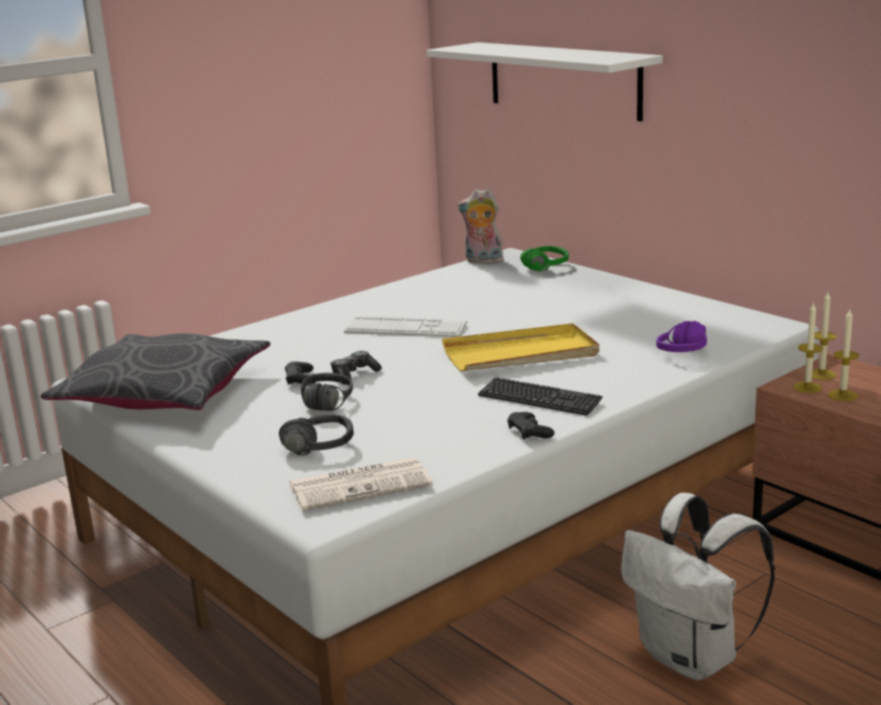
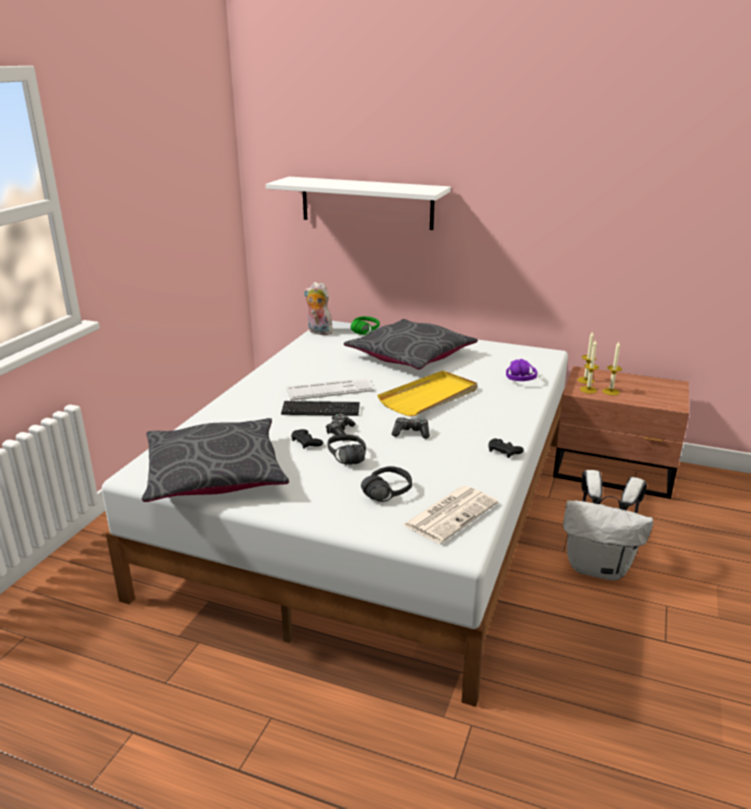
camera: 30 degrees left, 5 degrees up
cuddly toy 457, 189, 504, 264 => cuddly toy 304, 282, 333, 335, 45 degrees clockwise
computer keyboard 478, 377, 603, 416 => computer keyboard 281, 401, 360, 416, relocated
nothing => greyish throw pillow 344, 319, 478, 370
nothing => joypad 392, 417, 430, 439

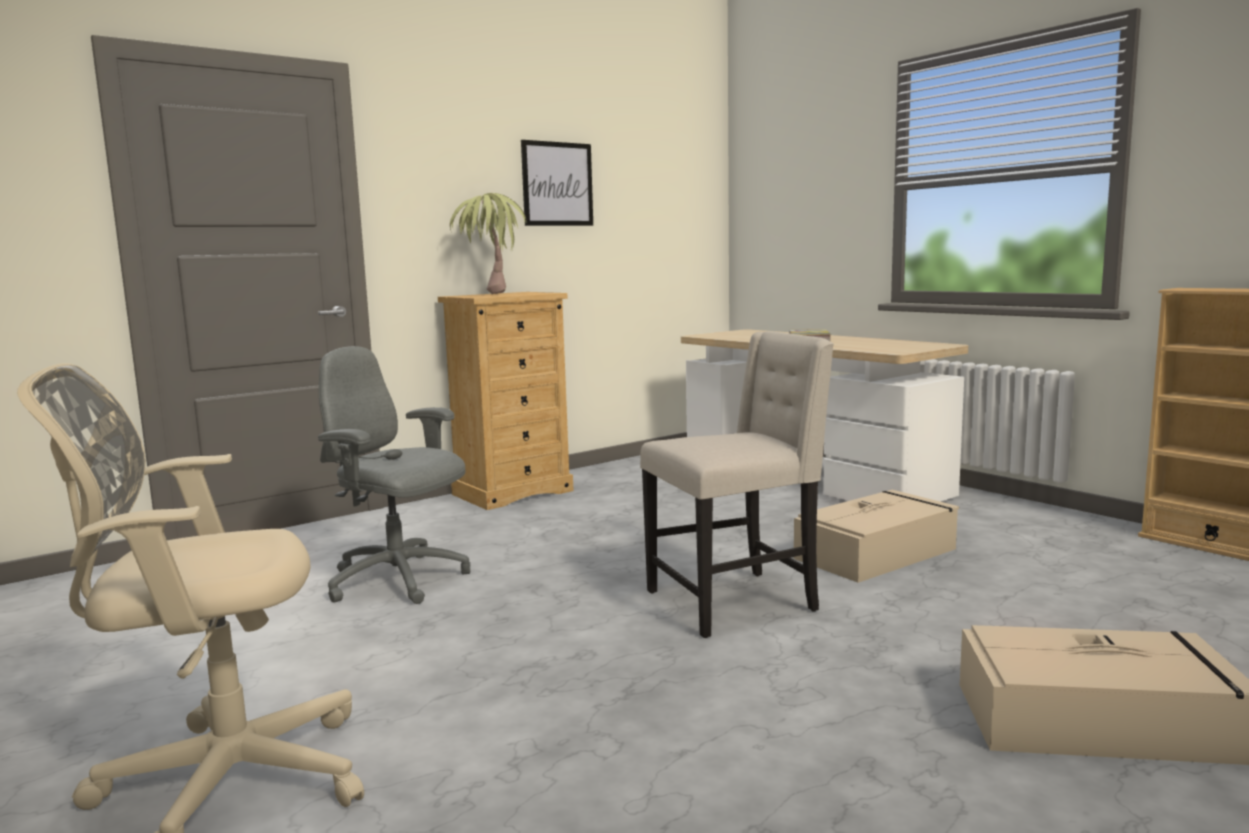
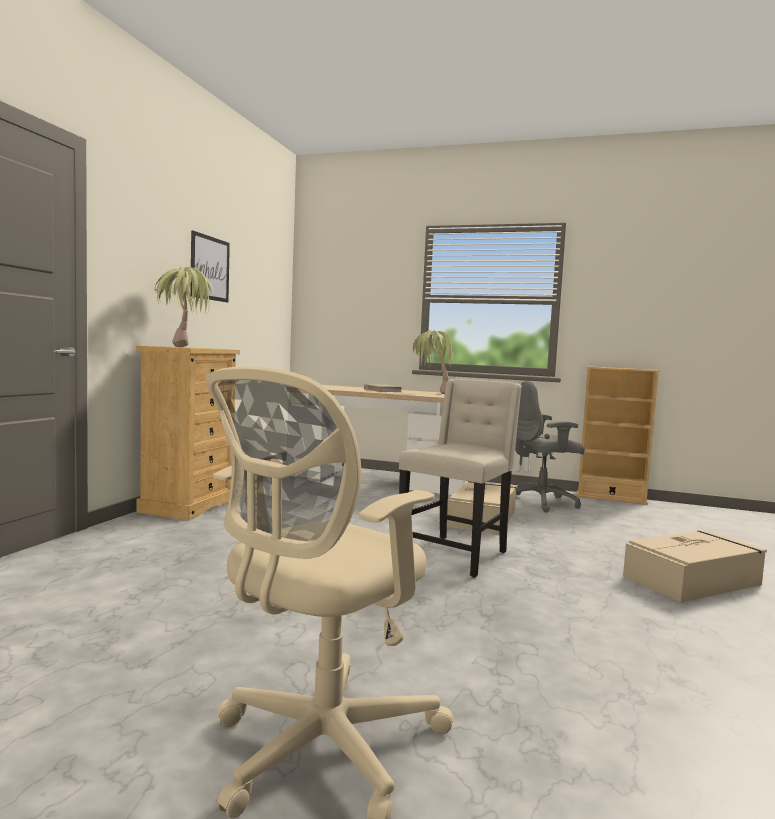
camera: 35 degrees left, 5 degrees down
greyish computer chair 318, 346, 470, 604 => greyish computer chair 515, 381, 584, 513, relocated
nothing => potted plant 413, 330, 453, 394

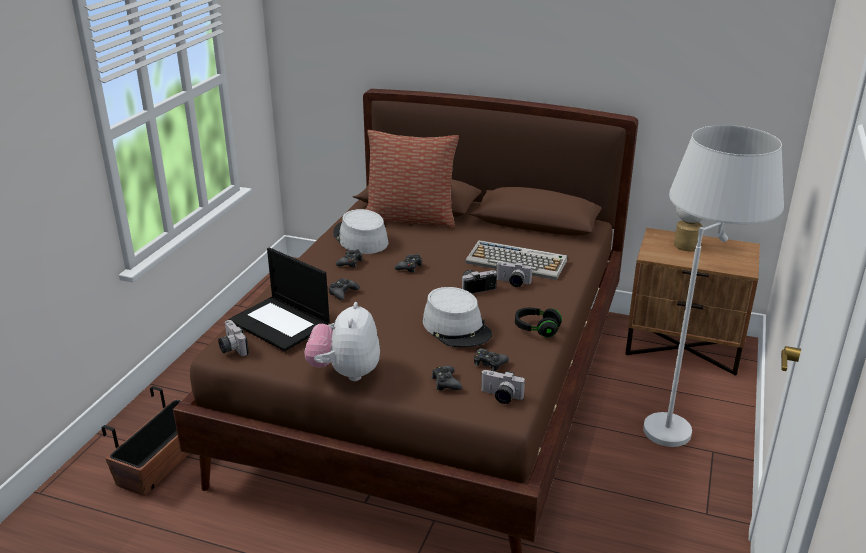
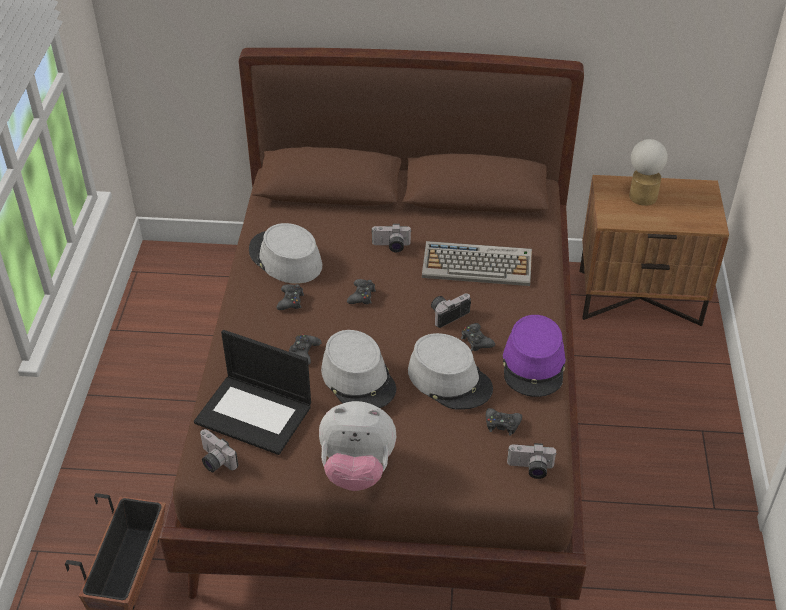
camera: 15 degrees left, 15 degrees up
cuddly toy 304, 302, 380, 381 => cuddly toy 319, 401, 396, 491, 75 degrees counterclockwise
throw pillow 366, 130, 459, 228 => nothing
black-coloured joypad 431, 366, 462, 391 => black-coloured joypad 461, 323, 495, 351, relocated
still camera 496, 262, 533, 287 => still camera 372, 224, 411, 252, relocated
black-coloured headset 515, 308, 562, 337 => purple clothing hat 503, 315, 566, 397
whitish standard lamp 643, 125, 784, 447 => nothing
nothing => greyish clothing hat 321, 330, 397, 408

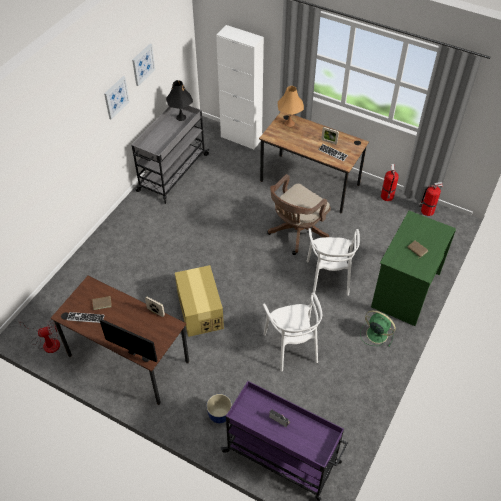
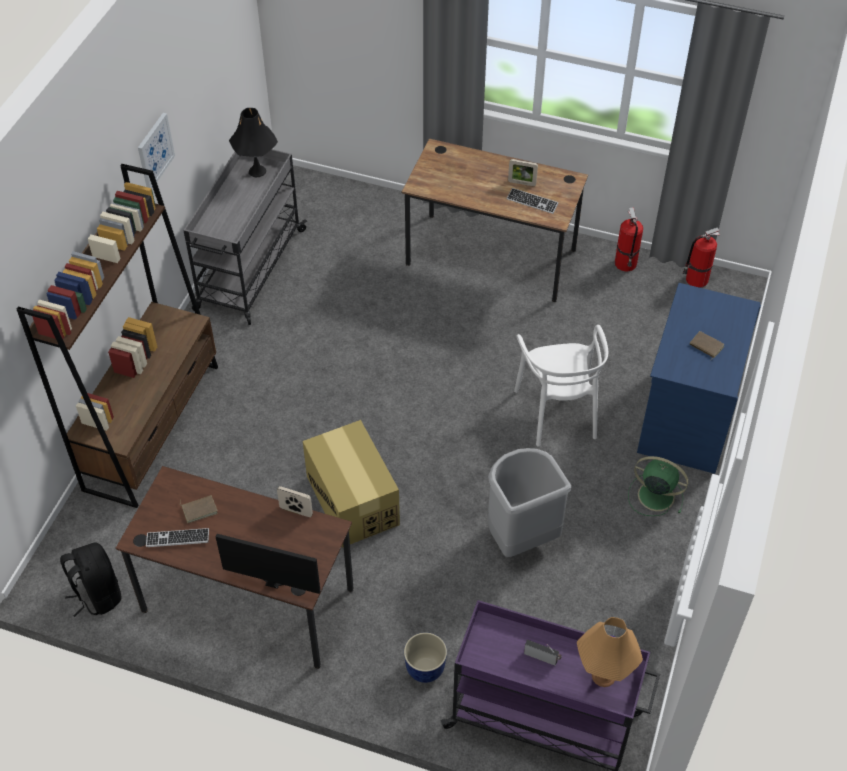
camera: 10 degrees left, 0 degrees up
cooling fan 18, 320, 60, 353 => black-coloured rucksack 60, 542, 121, 617
wall picture 132, 44, 155, 86 => nothing
whitish cupboard 216, 25, 264, 150 => nothing
whitish plain chair 263, 292, 322, 372 => greyish waste bin 488, 448, 571, 557
brown computer chair 267, 174, 331, 255 => nothing
orangey tabletop lamp 278, 86, 304, 127 => orangey tabletop lamp 577, 617, 643, 687, relocated
green-coloured desk unit 371, 211, 456, 326 => blue desk unit 637, 283, 761, 474
nothing => brown shelving unit 17, 164, 218, 508

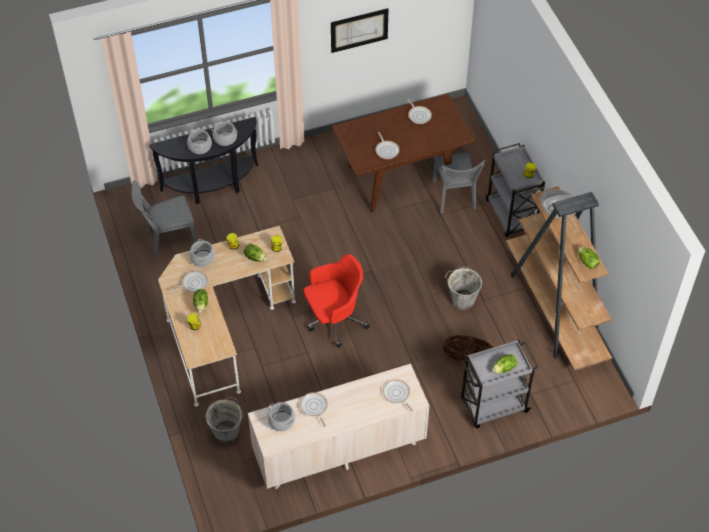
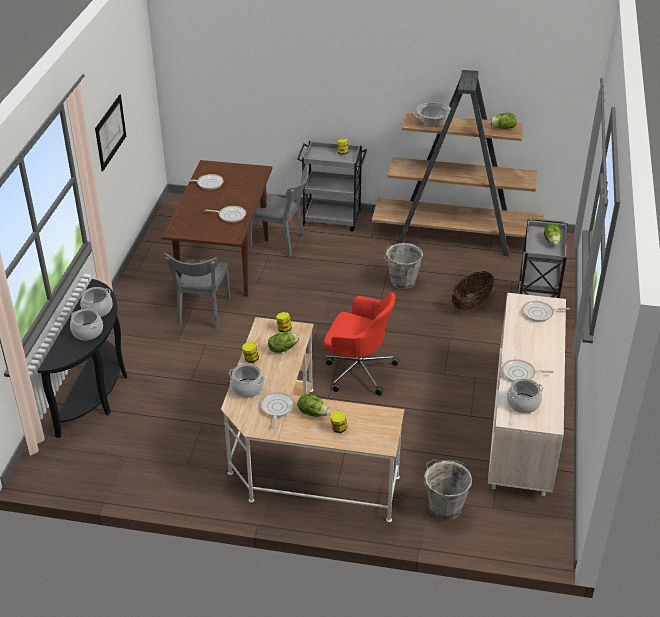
camera: 60 degrees left, 15 degrees down
greyish plain chair 131, 180, 197, 258 => greyish plain chair 164, 253, 230, 330, relocated
red-coloured computer chair 304, 254, 370, 348 => red-coloured computer chair 324, 292, 399, 395, 105 degrees clockwise

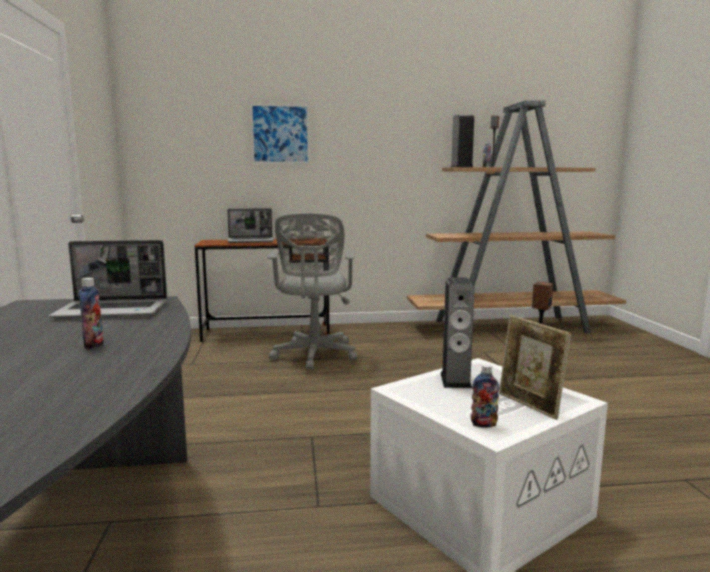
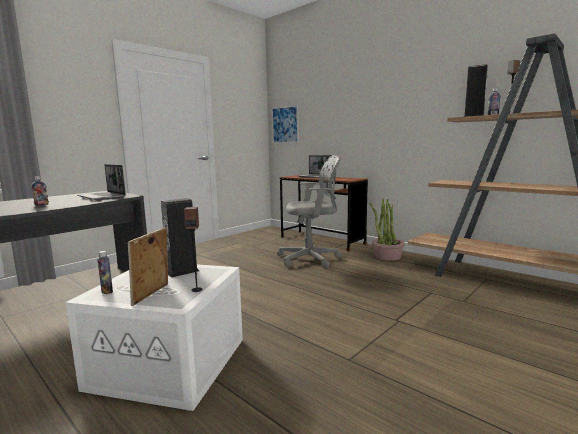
camera: 50 degrees right, 0 degrees up
wall picture 250, 104, 310, 164 => wall picture 272, 105, 299, 143, relocated
greyish computer chair 267, 213, 357, 370 => greyish computer chair 277, 155, 342, 268, 150 degrees counterclockwise
nothing => potted plant 369, 198, 405, 261

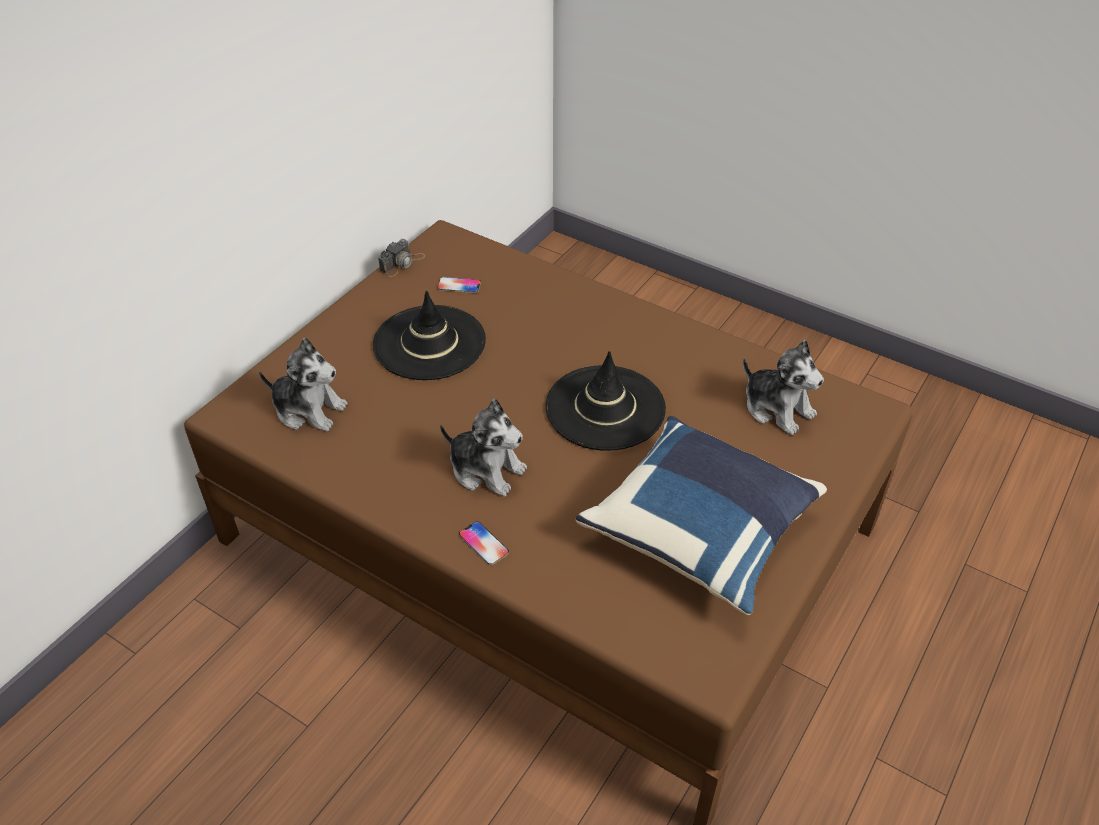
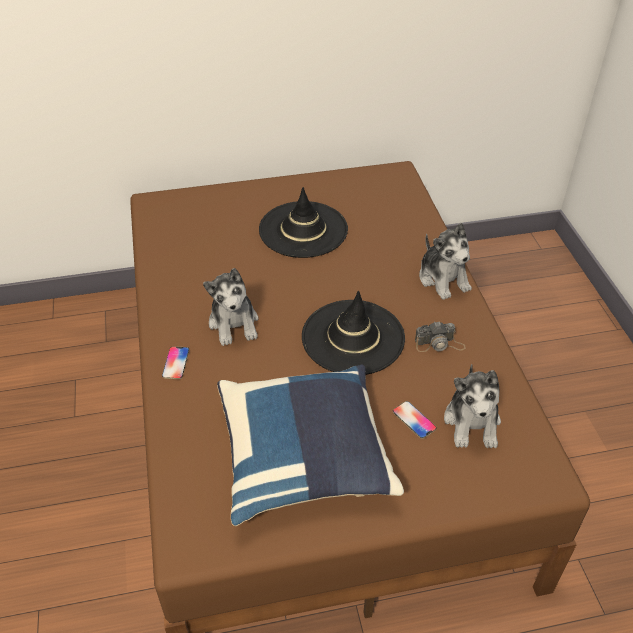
camera: 45 degrees right, 0 degrees up
cuddly toy 259, 337, 348, 432 => cuddly toy 419, 223, 472, 300, relocated
still camera 378, 239, 425, 277 => still camera 415, 322, 466, 352, relocated
phone 437, 277, 481, 293 => phone 393, 401, 437, 439, relocated

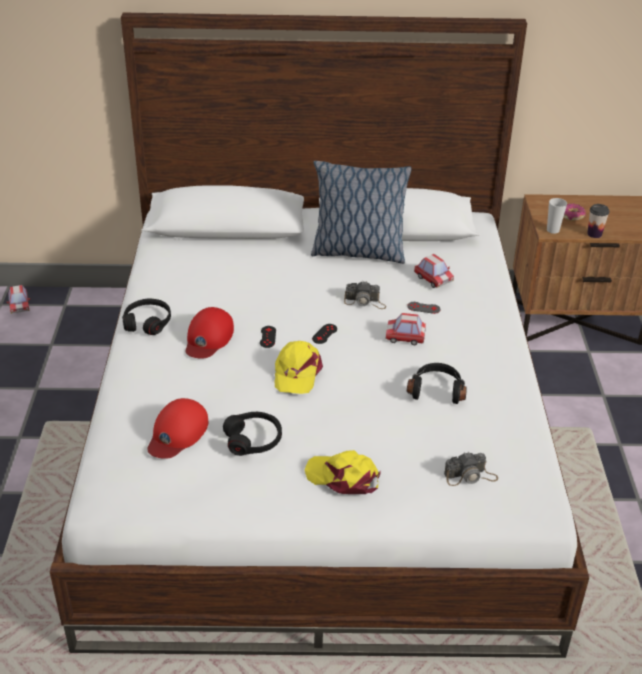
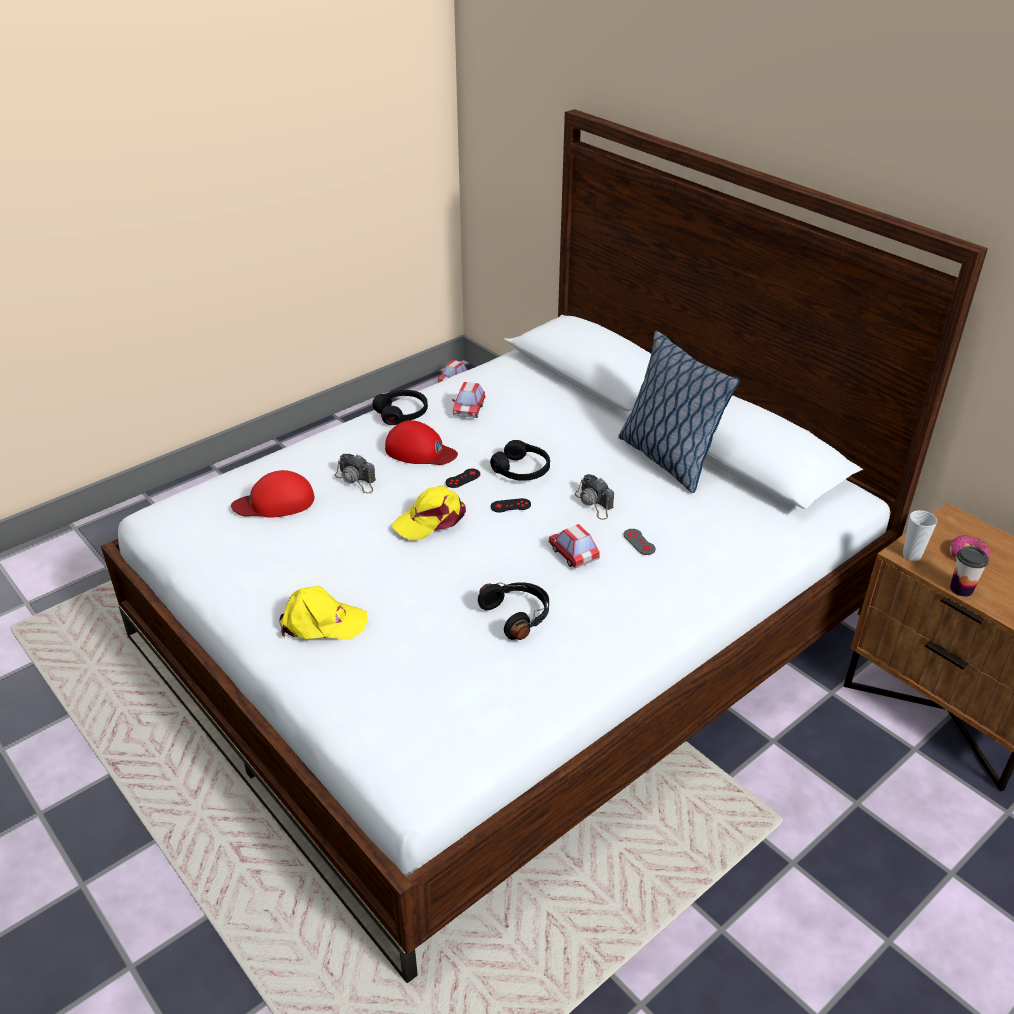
camera: 50 degrees right, 0 degrees up
red-coloured baseball cap 186, 307, 234, 358 => red-coloured baseball cap 385, 420, 458, 465, 135 degrees counterclockwise
black-coloured headset 223, 412, 282, 456 => black-coloured headset 490, 440, 550, 481, relocated
yellow-coloured baseball cap 304, 450, 381, 494 => yellow-coloured baseball cap 279, 586, 368, 640, 105 degrees clockwise
model car 414, 254, 454, 288 => model car 452, 382, 485, 418, relocated
still camera 444, 453, 498, 486 => still camera 334, 454, 376, 493, relocated

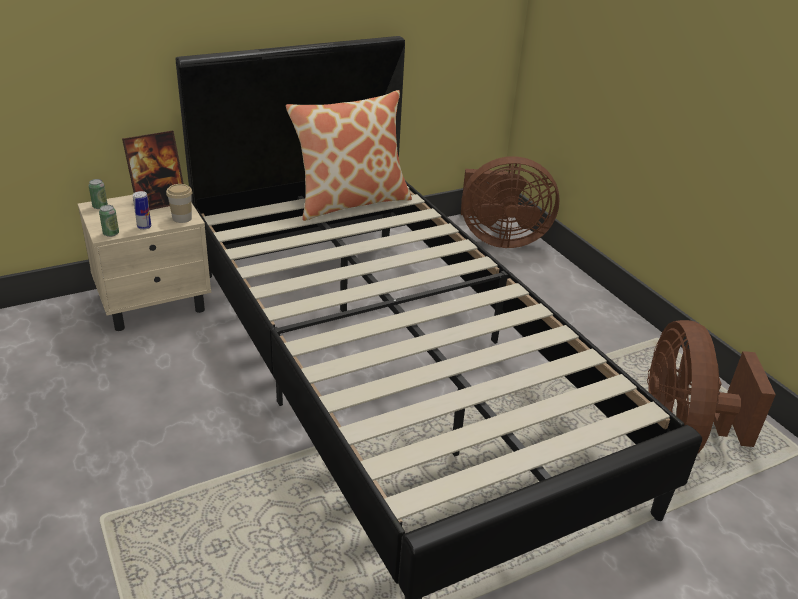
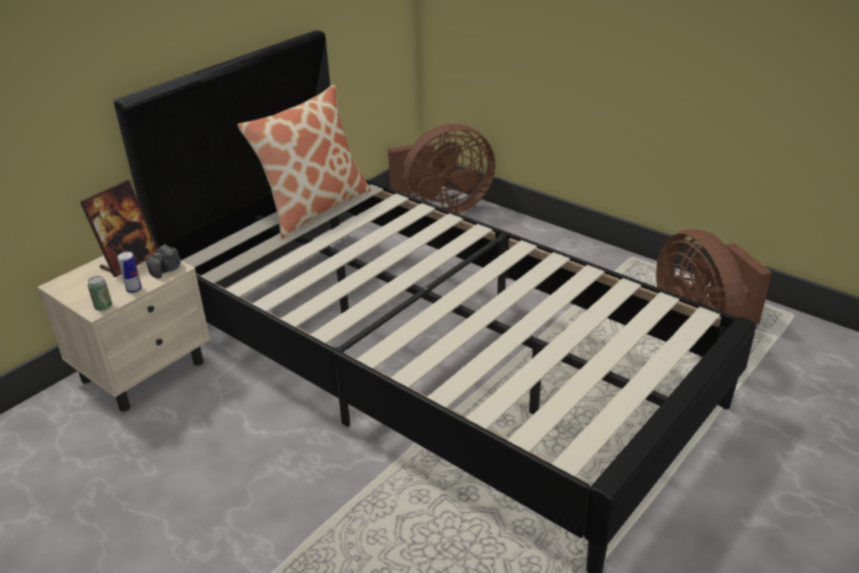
camera: 20 degrees left, 0 degrees up
sealed can 89, 179, 108, 209 => nothing
small cup 166, 184, 193, 223 => still camera 146, 244, 181, 278

